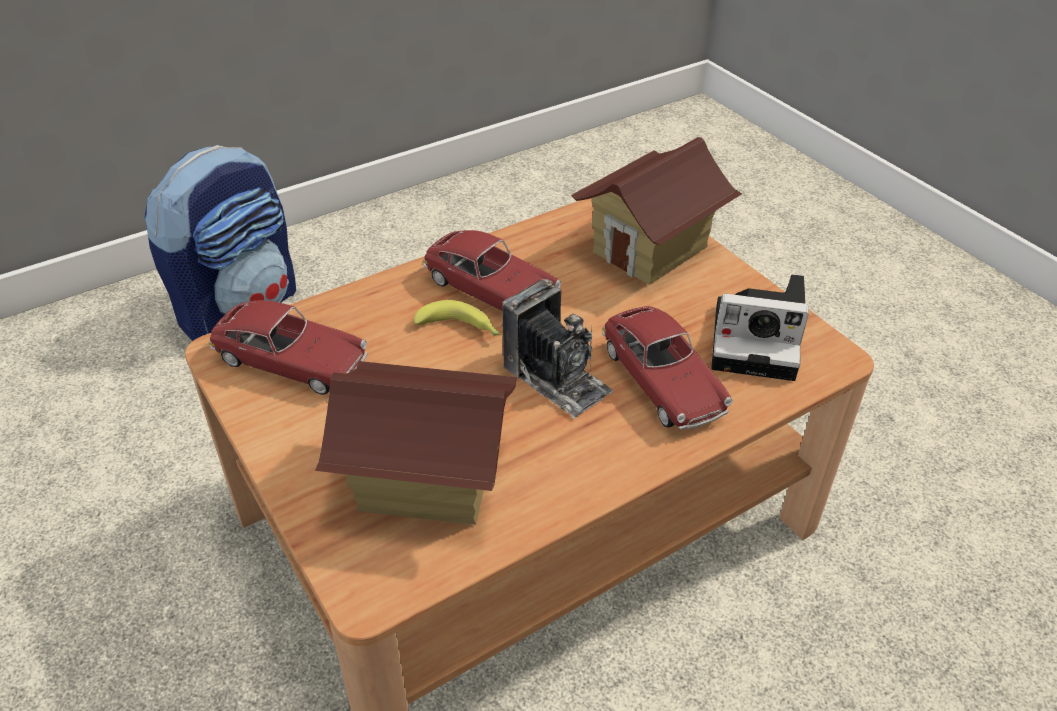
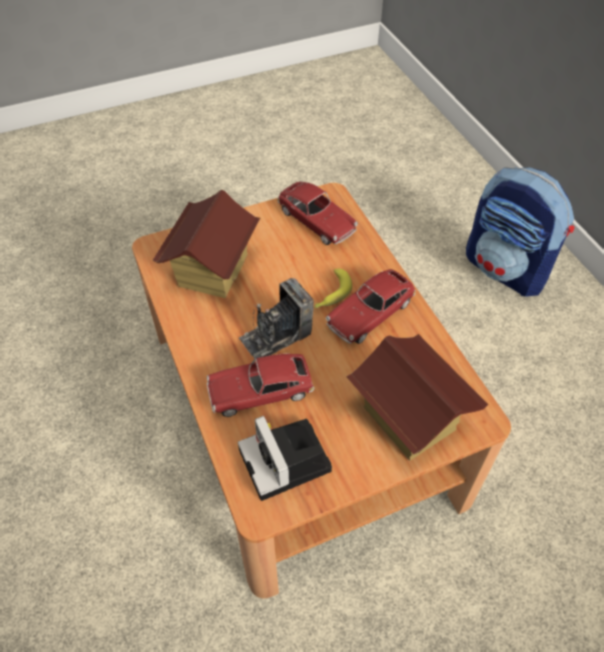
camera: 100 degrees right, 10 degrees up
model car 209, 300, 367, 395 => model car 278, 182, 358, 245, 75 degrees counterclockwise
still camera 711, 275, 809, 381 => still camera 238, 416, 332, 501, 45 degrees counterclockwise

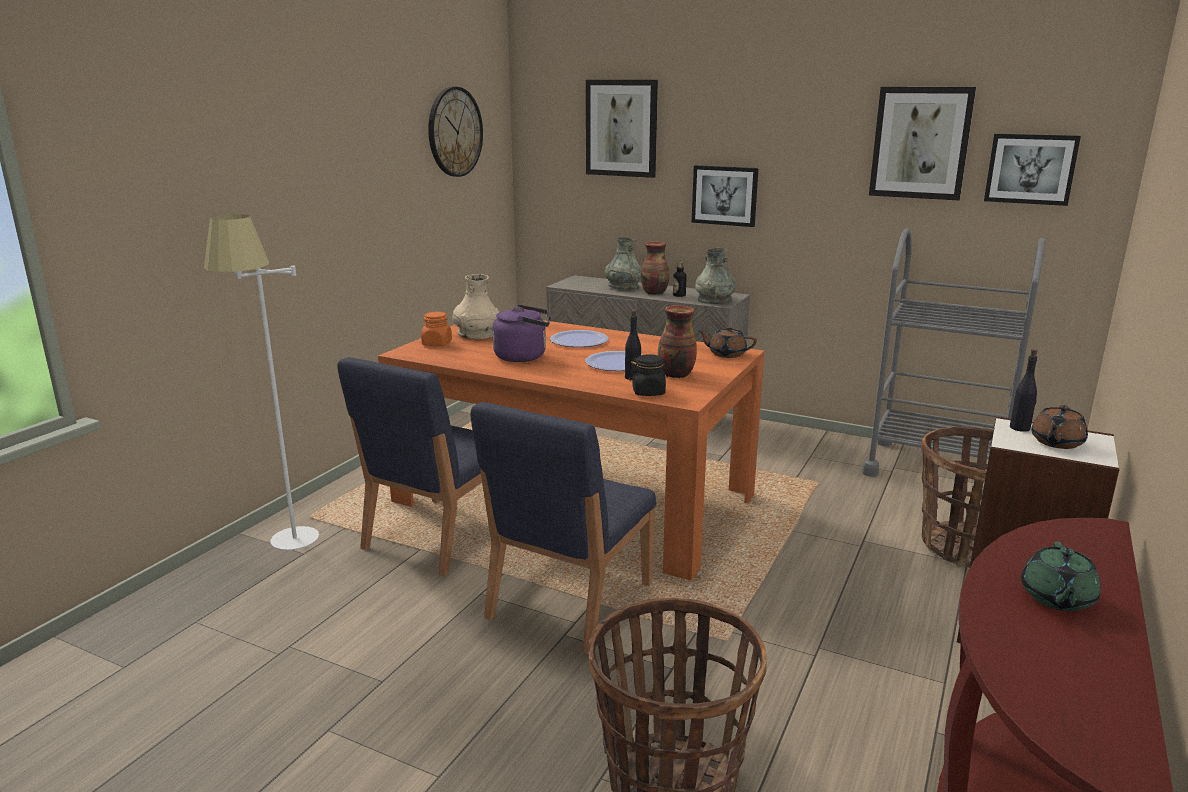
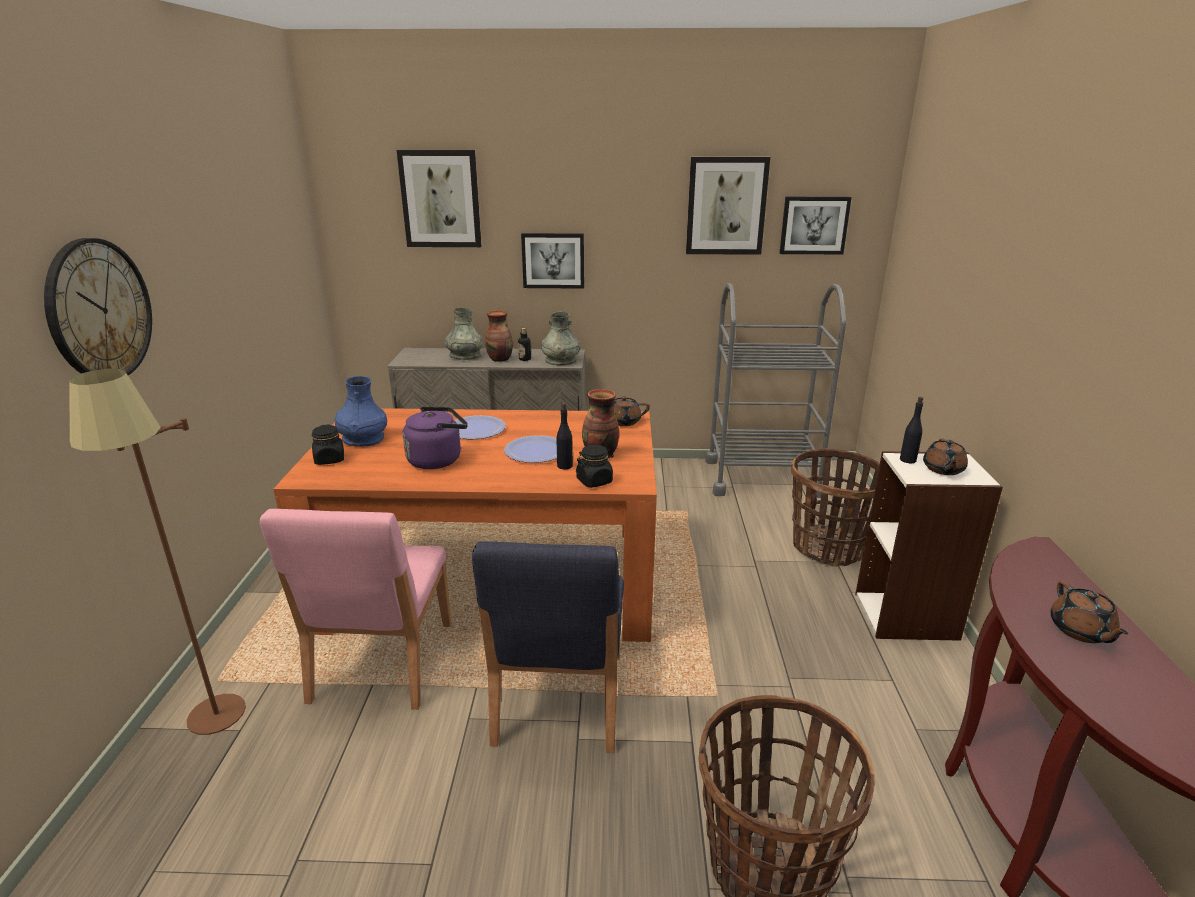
camera: 25 degrees left, 5 degrees up
whitish standard lamp 204, 214, 319, 551 => brown standard lamp 69, 369, 246, 735
blue plain chair 337, 357, 482, 576 => pink-coloured plain chair 260, 509, 451, 710
orangey preserve jar 421, 312, 452, 346 => black-coloured preserve jar 312, 424, 344, 465
hanging clock 428, 87, 483, 177 => hanging clock 44, 238, 152, 375, relocated
sand-coloured flower vase 452, 274, 499, 339 => blue flower vase 335, 376, 387, 447
green-coloured tea pot 1021, 542, 1101, 611 => brown tea pot 1050, 581, 1128, 643

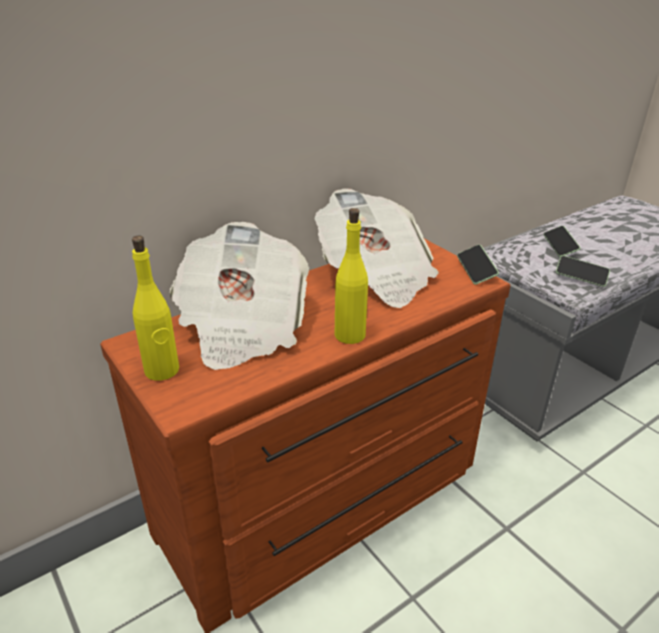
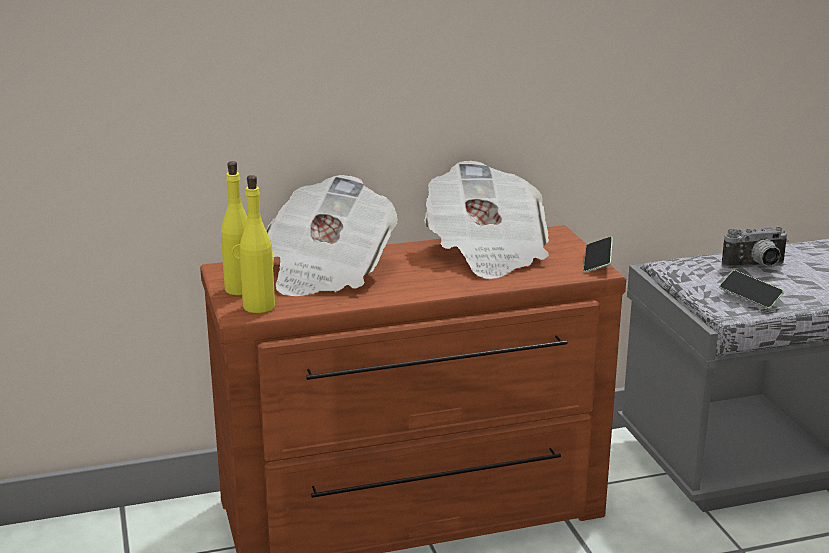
camera: 20 degrees right, 10 degrees down
yellow-coloured drink bottle 335, 208, 368, 344 => yellow-coloured drink bottle 239, 175, 275, 313, relocated
phone 543, 226, 580, 257 => still camera 722, 227, 789, 269

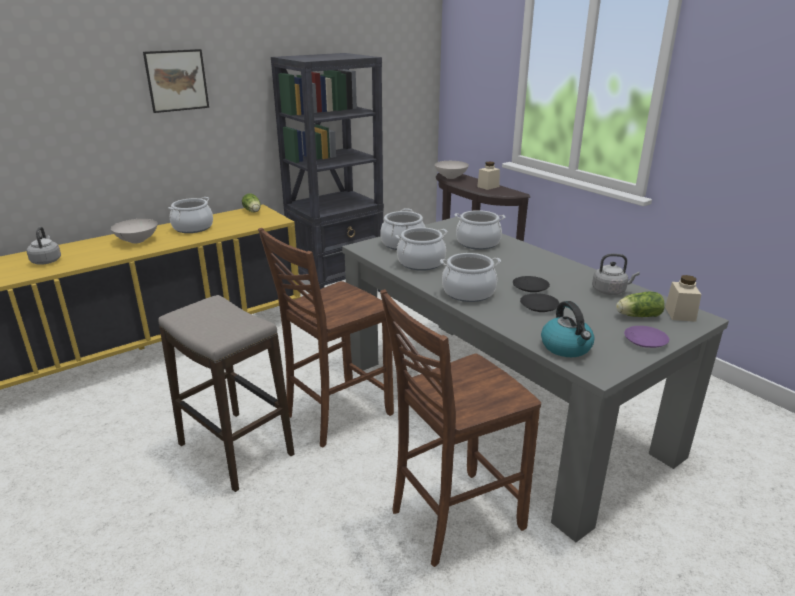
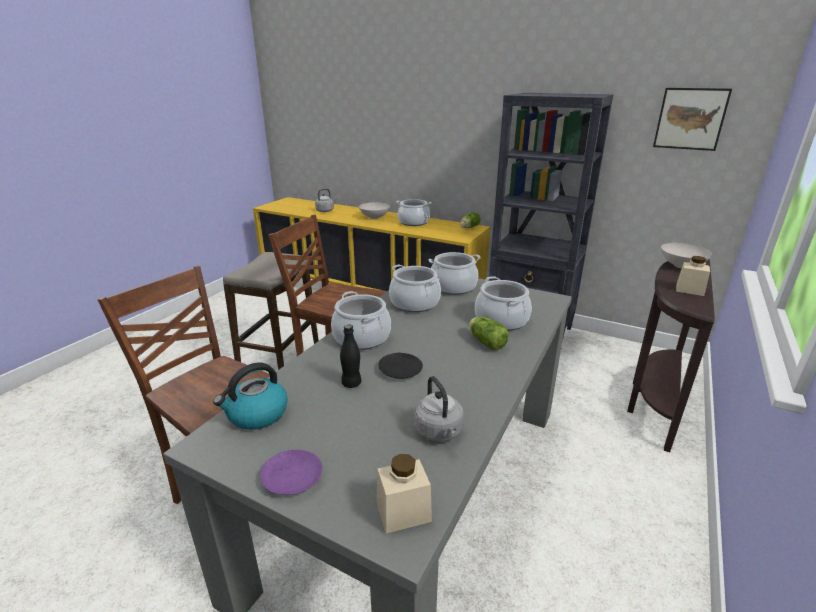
camera: 65 degrees right, 0 degrees up
wall picture 143, 49, 209, 113 => wall picture 653, 88, 732, 151, relocated
black-coloured plate 520, 293, 560, 312 => black-coloured drink bottle 340, 324, 361, 388
lettuce head 616, 292, 665, 317 => lettuce head 469, 317, 509, 350, relocated

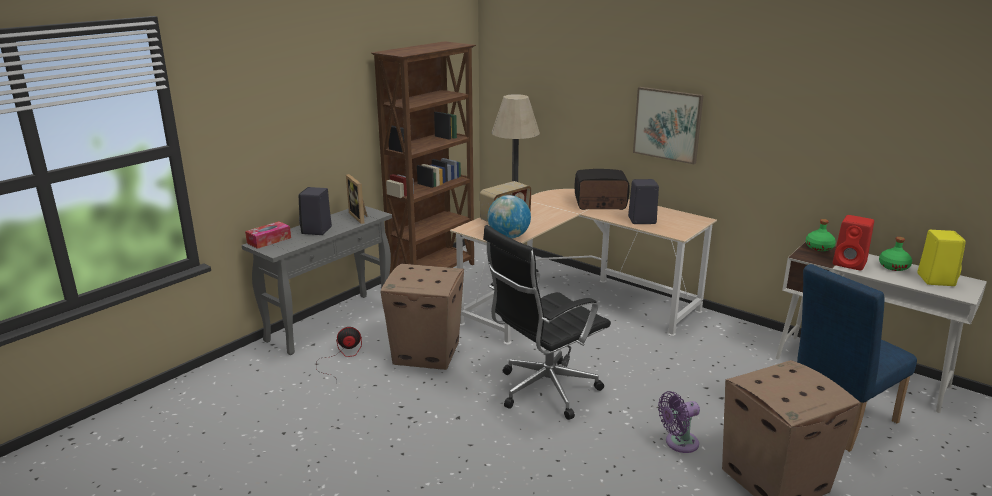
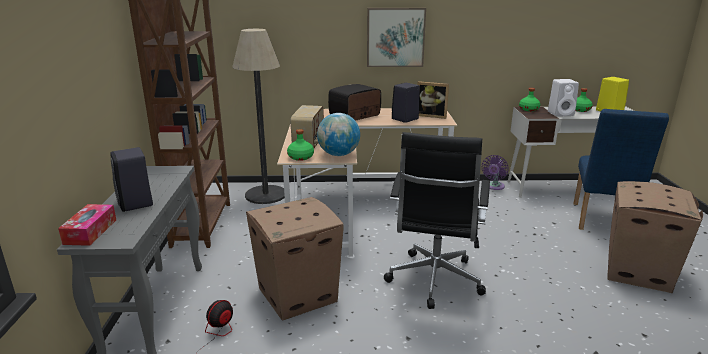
camera: 40 degrees left, 0 degrees up
photo frame 346, 174, 368, 224 => photo frame 417, 81, 449, 119, relocated
purple cooling fan 658, 391, 700, 453 => purple cooling fan 482, 155, 509, 190, relocated
red-coloured audio speaker 833, 215, 874, 271 => whitish audio speaker 548, 79, 579, 117
nothing => green-coloured drink bottle 287, 129, 314, 161

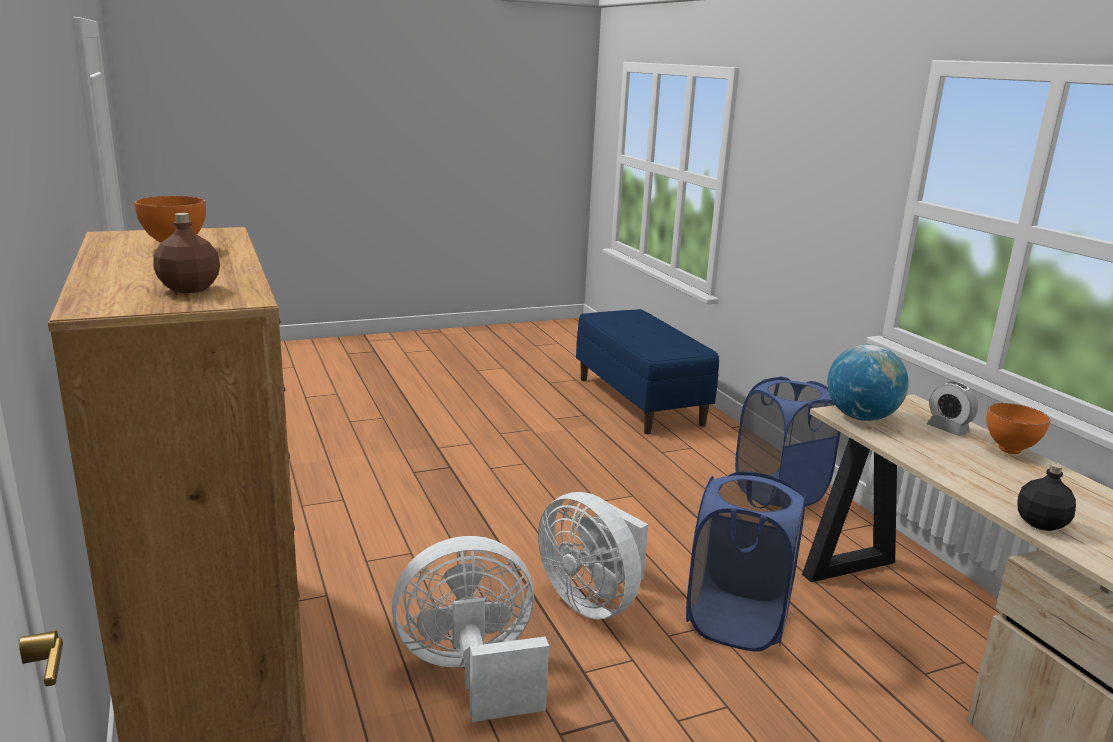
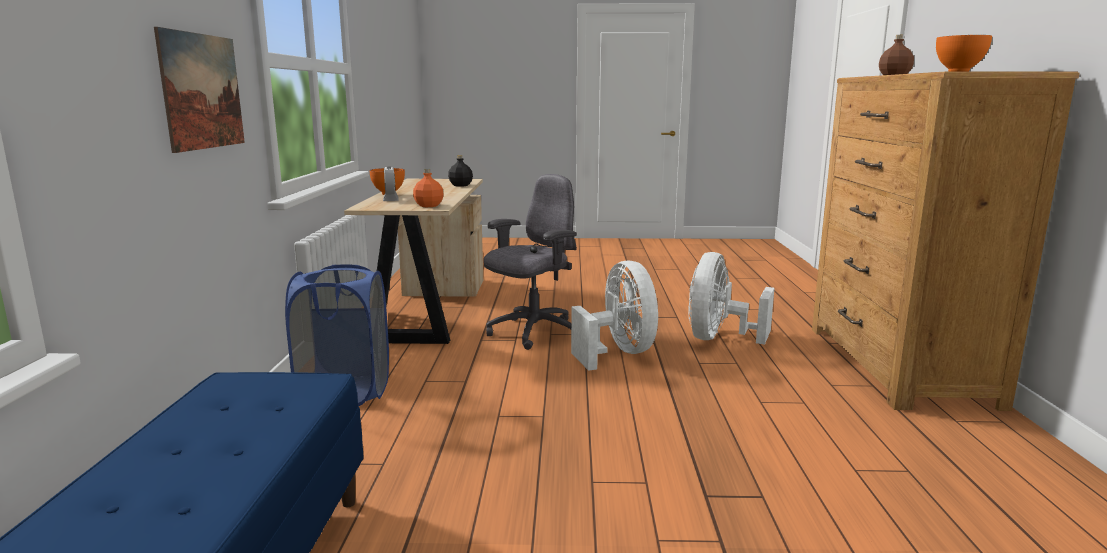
camera: 155 degrees left, 5 degrees down
whitish cooling fan 392, 536, 549, 722 => whitish cooling fan 688, 252, 774, 344, 105 degrees clockwise
blue hamper 686, 471, 806, 652 => greyish computer chair 483, 174, 577, 350
globe 827, 344, 909, 421 => orangey drink bottle 413, 169, 444, 207
nothing => wall picture 154, 27, 245, 153

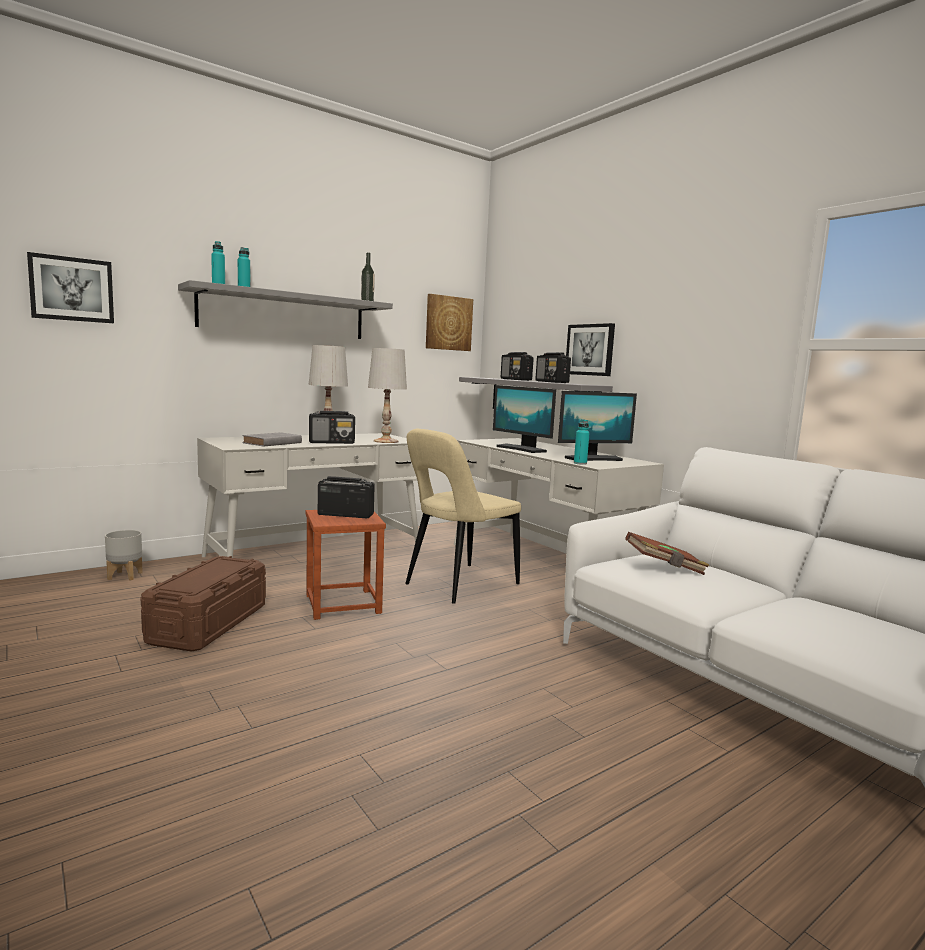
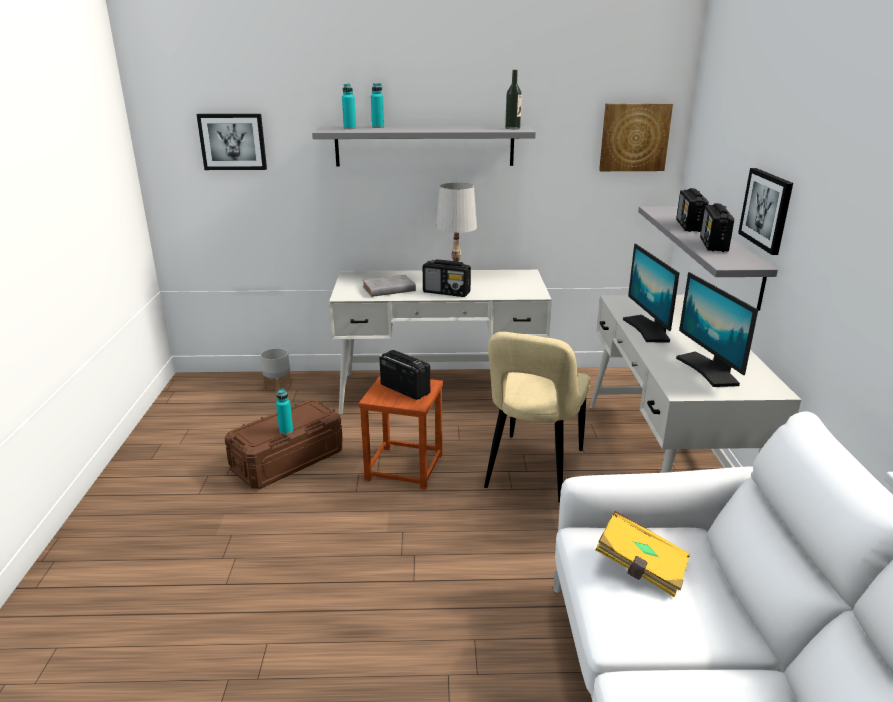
camera: 35 degrees right, 15 degrees up
whitish tabletop lamp 368, 348, 407, 443 => nothing
sand-coloured plain chair 405, 429, 521, 604 => sand-coloured plain chair 484, 332, 590, 503, 60 degrees counterclockwise
computer screen 558, 391, 637, 461 => computer screen 676, 272, 758, 387, 60 degrees clockwise
turquoise drink bottle 574, 419, 589, 465 => turquoise drink bottle 276, 389, 293, 434, relocated
brown bound book 625, 532, 709, 575 => yellow-coloured bound book 595, 511, 690, 597

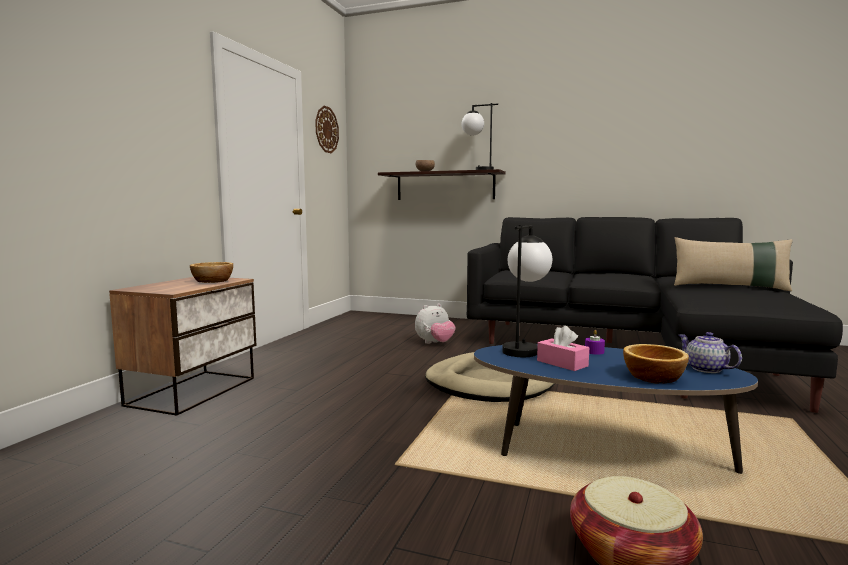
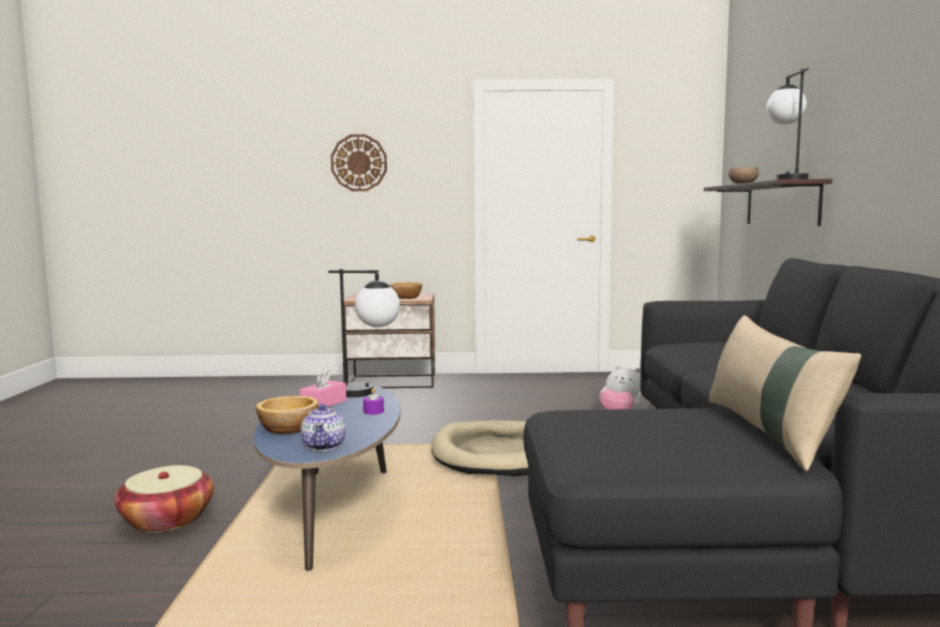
camera: 70 degrees right, 0 degrees up
hanging clock 315, 106, 339, 153 => hanging clock 331, 134, 387, 191, relocated
tea pot 678, 332, 742, 373 => tea pot 301, 404, 346, 451, 135 degrees clockwise

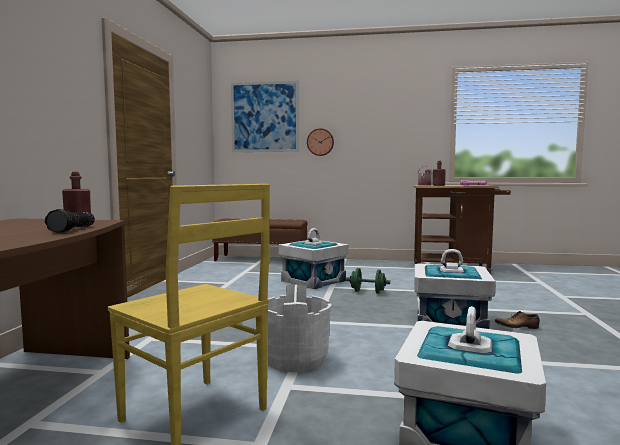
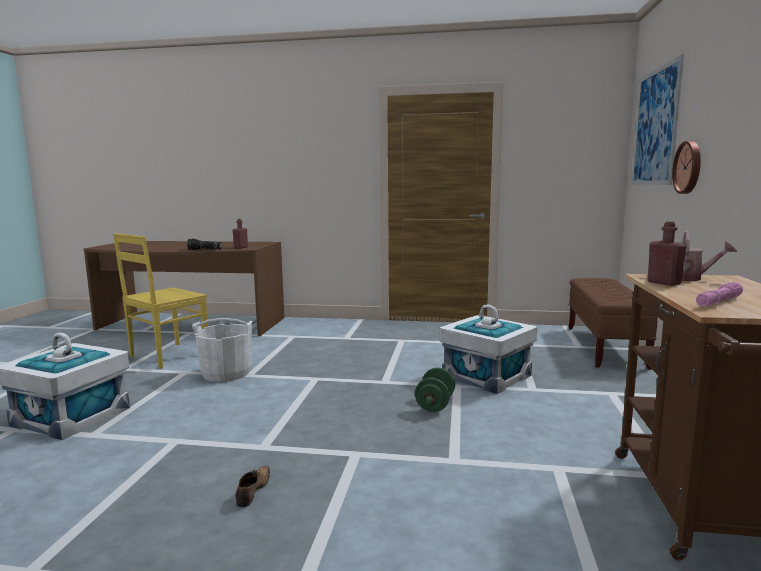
camera: 90 degrees right, 5 degrees up
whitish storage bin 414, 249, 496, 329 => nothing

